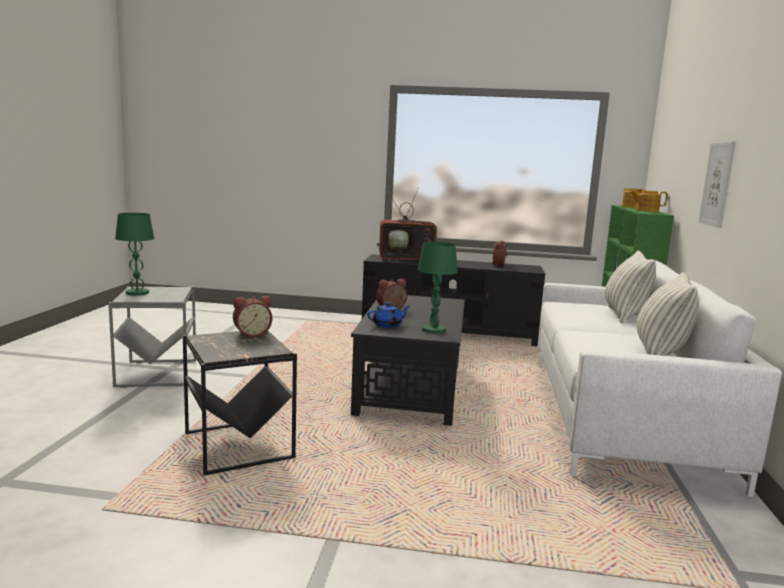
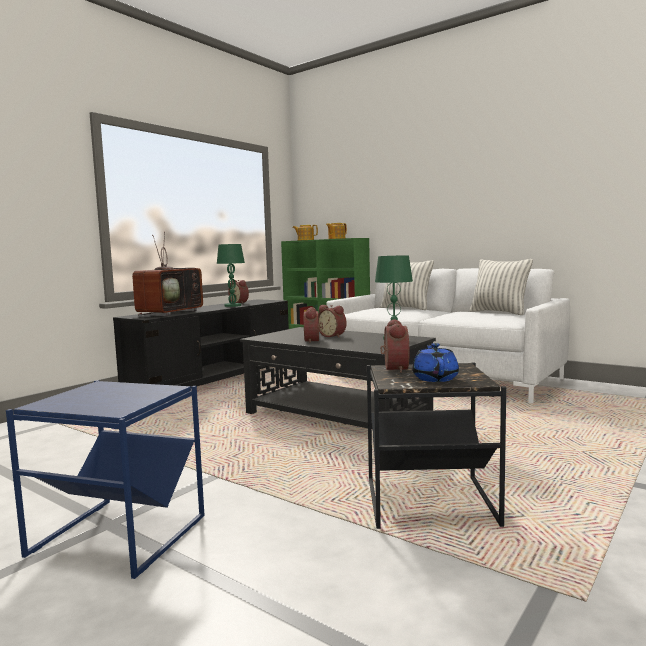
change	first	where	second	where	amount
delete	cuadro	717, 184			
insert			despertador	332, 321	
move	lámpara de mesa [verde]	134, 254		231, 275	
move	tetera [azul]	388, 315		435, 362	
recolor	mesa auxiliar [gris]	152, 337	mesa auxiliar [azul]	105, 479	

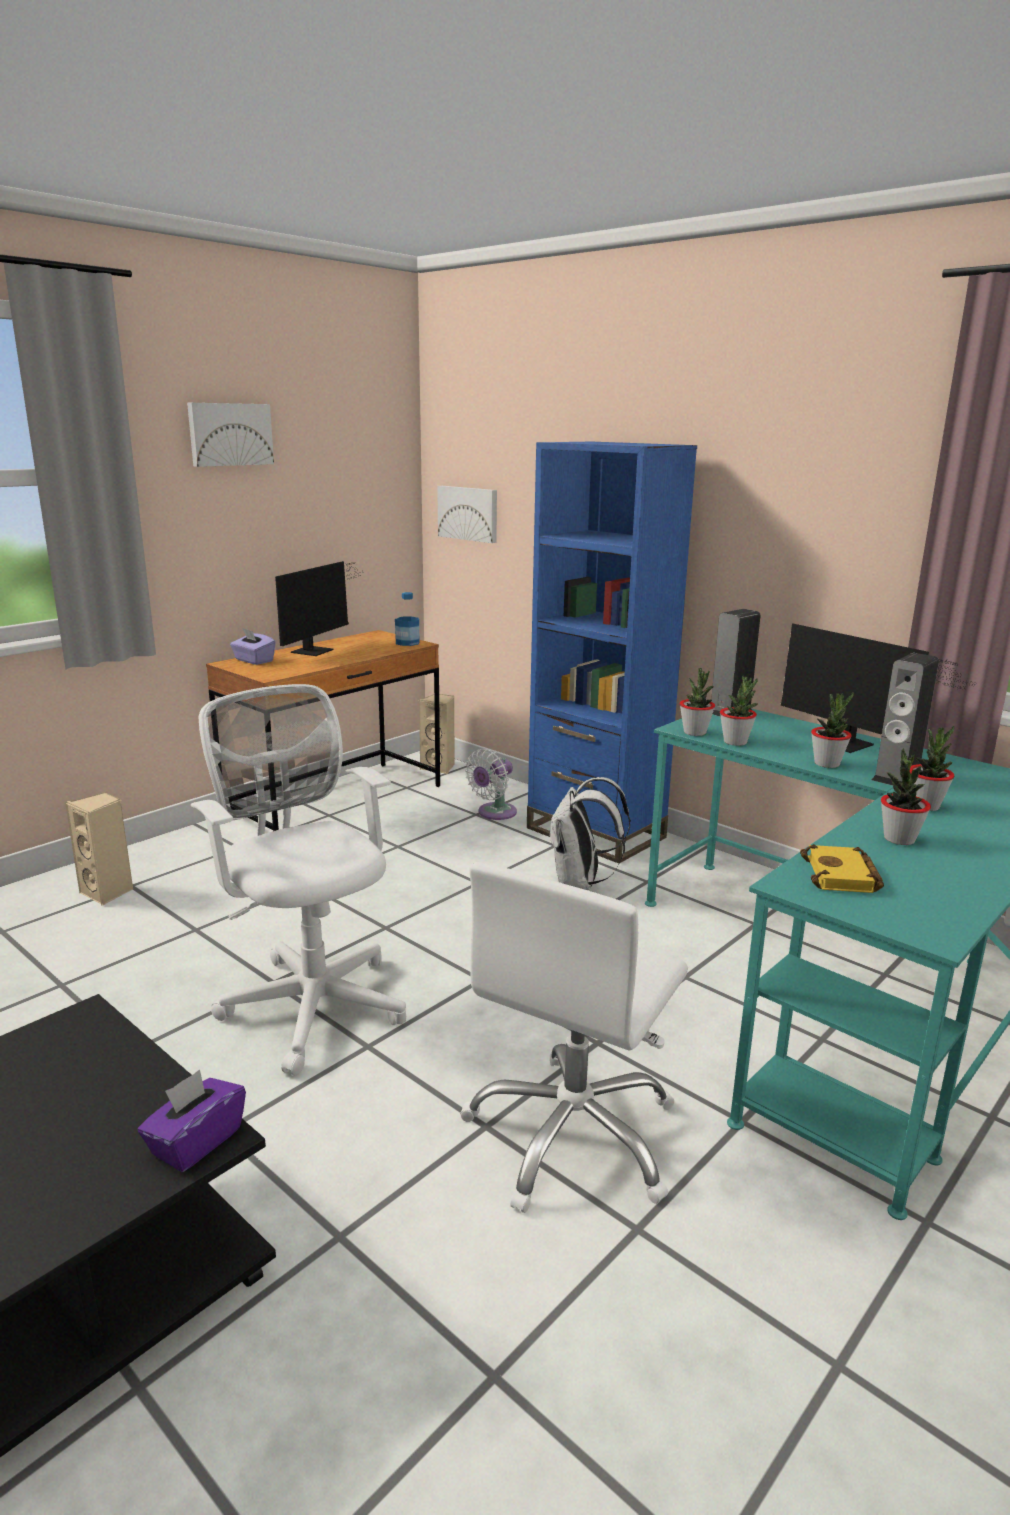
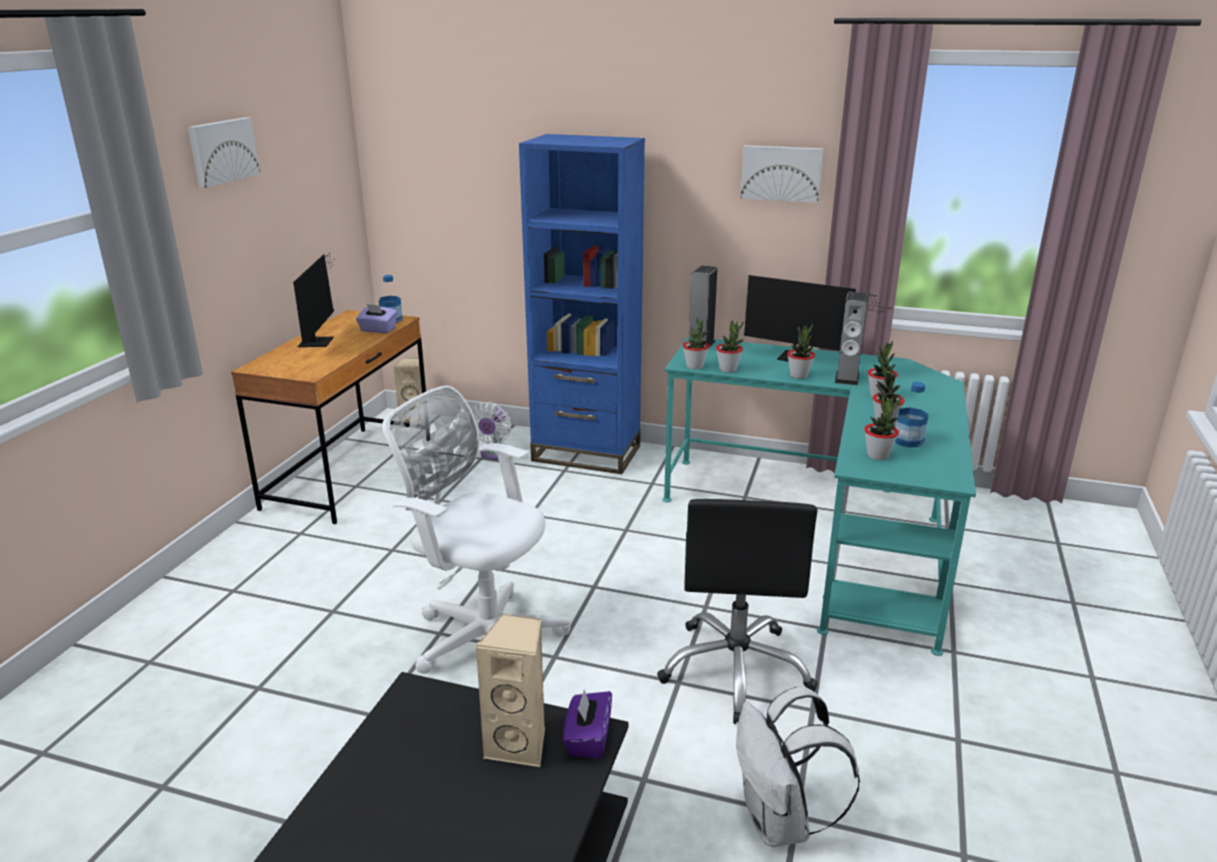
change	first	where	second	where	amount
insert			botella	911, 414	
move	altavoz [beis]	99, 849		509, 690	
move	caja de pañuelos [morado]	253, 646		376, 318	
move	cuadro	467, 514		782, 174	
move	mochila [blanco]	590, 833		798, 767	
replace	libro [amarillo]	842, 868	planta en maceta	883, 428	
recolor	silla de oficina [blanco]	574, 1037	silla de oficina [negro]	737, 611	

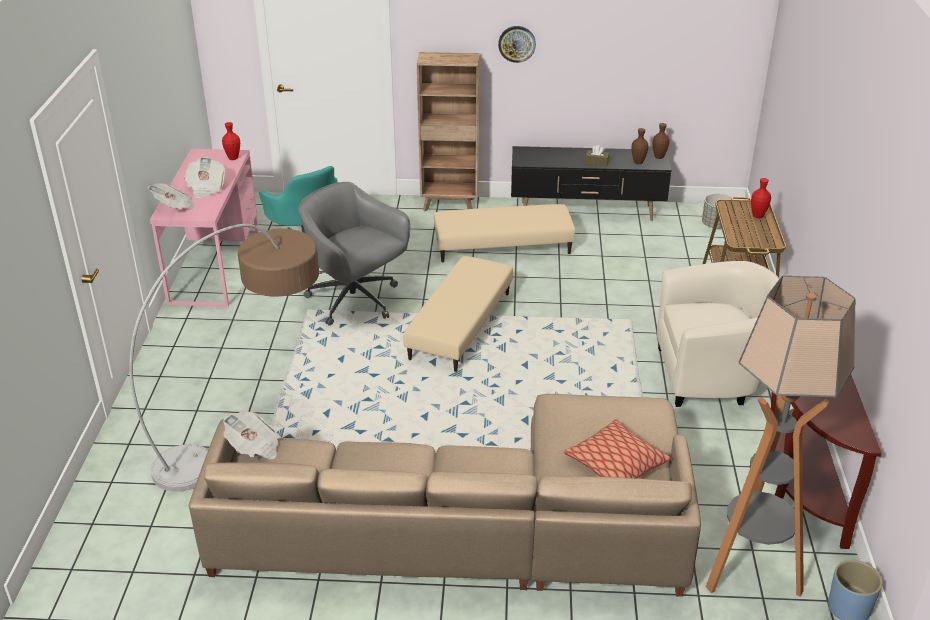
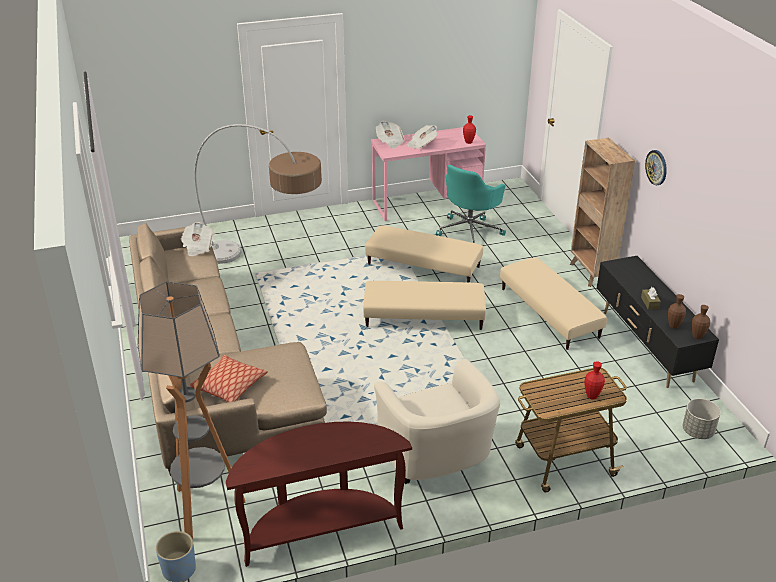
change	first	where	second	where	amount
replace	silla de oficina [gris]	354, 254	puf [beis]	424, 254	

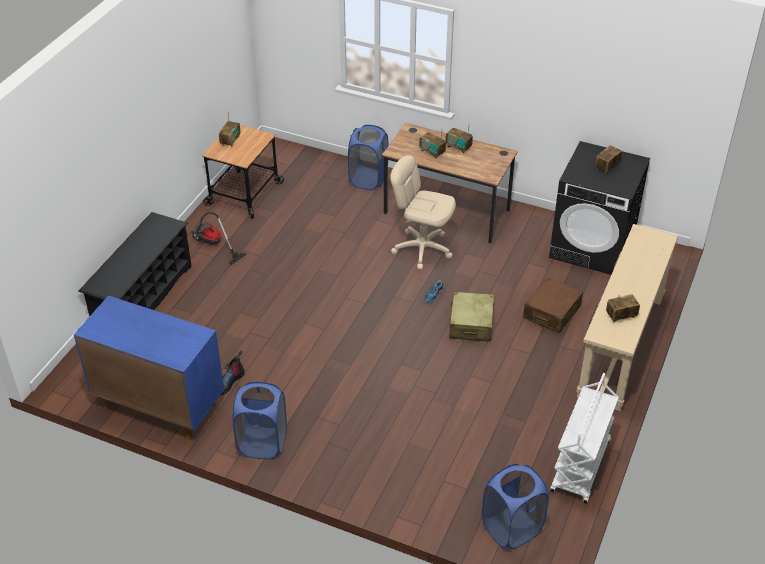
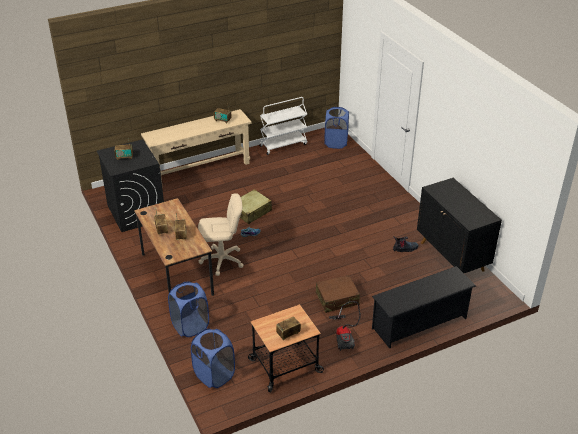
change	first	where	second	where	amount
move	cesto de la ropa [azul]	260, 420		213, 358	
move	maleta [marrón]	553, 305		338, 294	
recolor	armario [azul]	149, 367	armario [negro]	459, 225	
rotate	silla de oficina [beis]	423, 212		221, 234	75 degrees counterclockwise

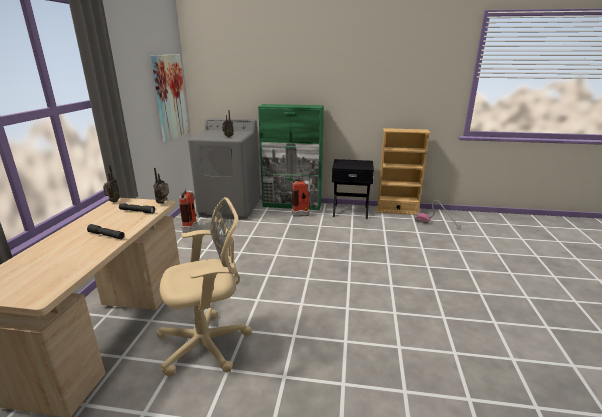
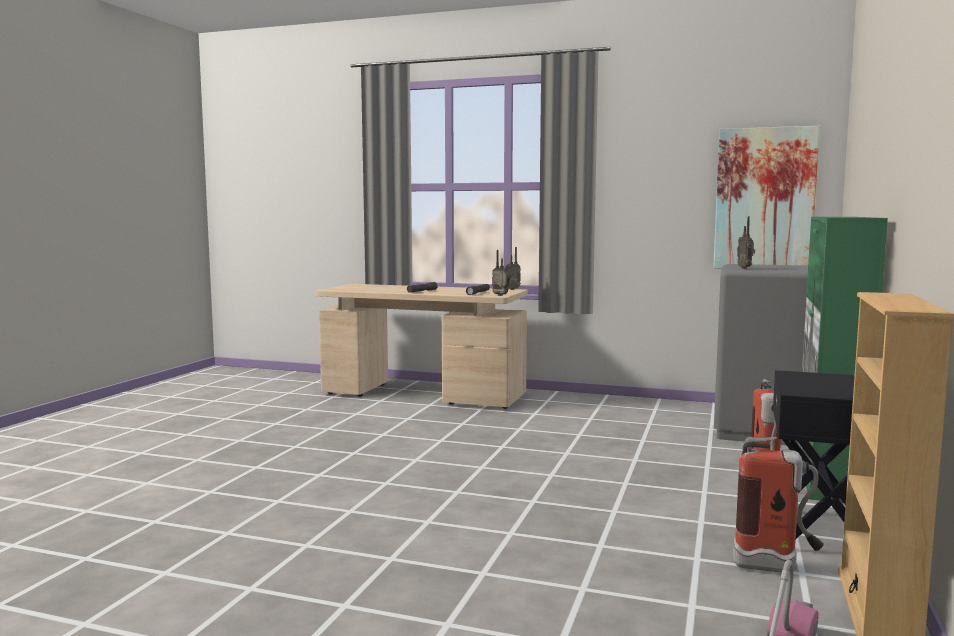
change	first	where	second	where	amount
delete	silla de oficina [beis]	204, 287			
move	extintor	188, 210		778, 505	

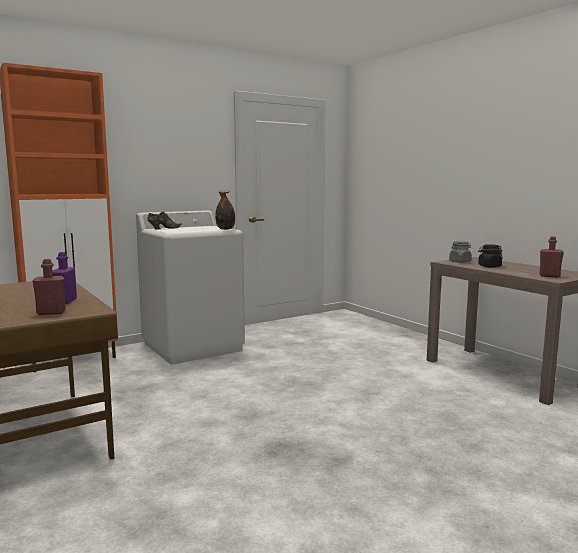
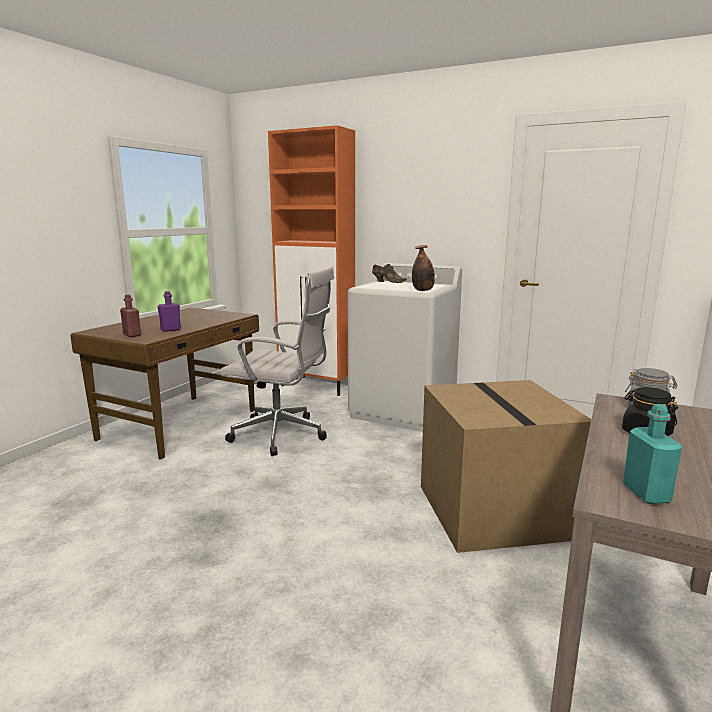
change	first	where	second	where	amount
insert			silla de oficina [blanco]	276, 361	
insert			caja de cartón	506, 466	
recolor	botella [rojo]	551, 257	botella [turquesa]	652, 454	

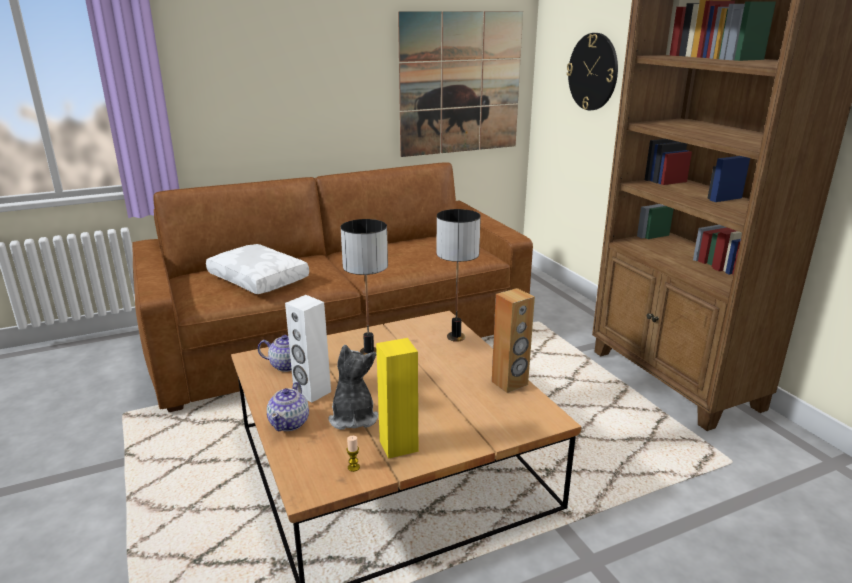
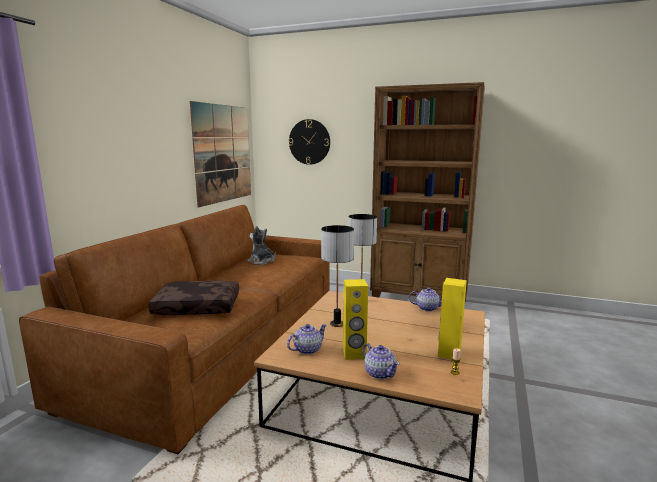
change	first	where	second	where	amount
move	peluche	353, 387		261, 245	
replace	altavoz [marrón]	513, 340	tetera	425, 299	
recolor	cojín [blanco]	257, 269	cojín [marrón]	193, 298	
recolor	altavoz [blanco]	308, 349	altavoz [amarillo]	355, 319	

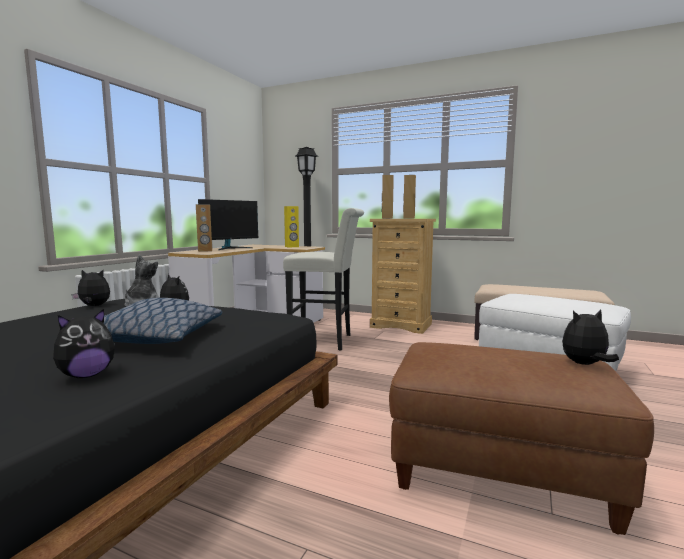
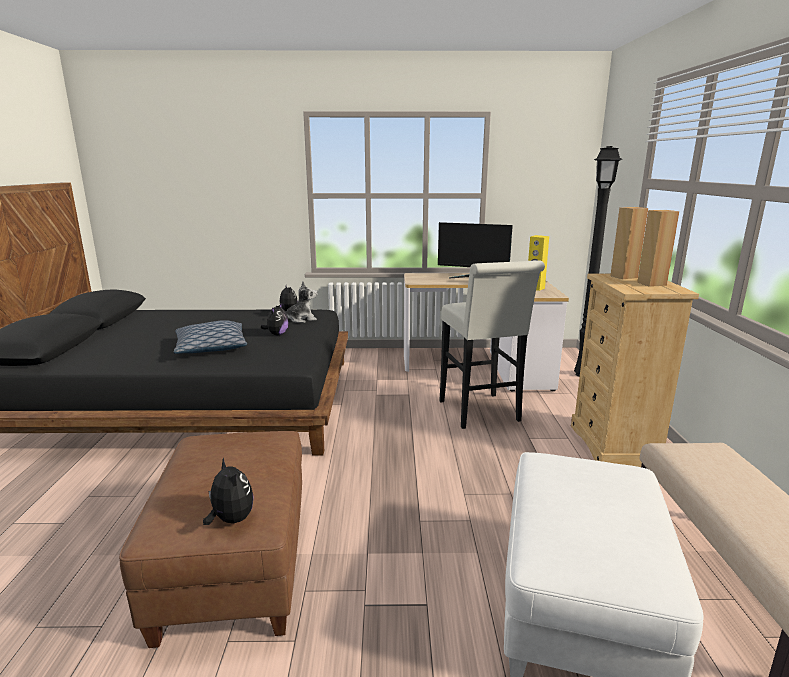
change	first	where	second	where	amount
delete	peluche	84, 343			
delete	altavoz [marrón]	204, 228			

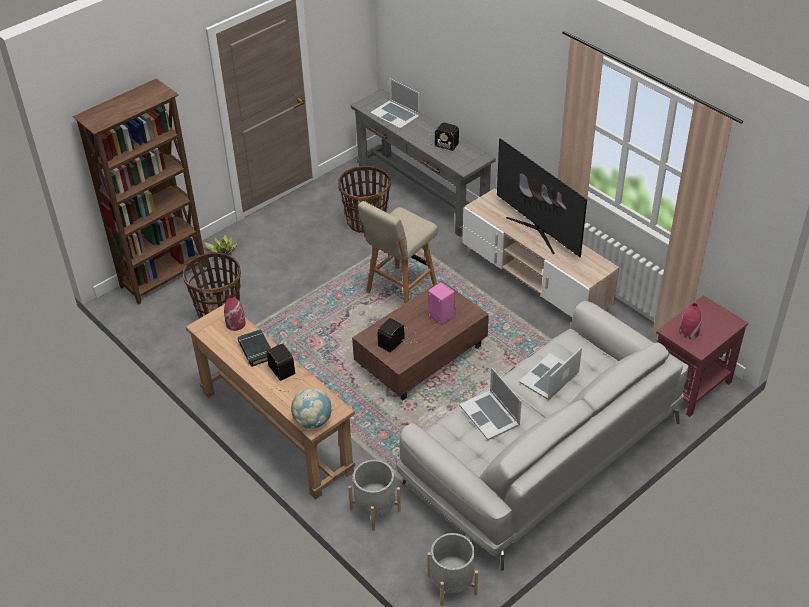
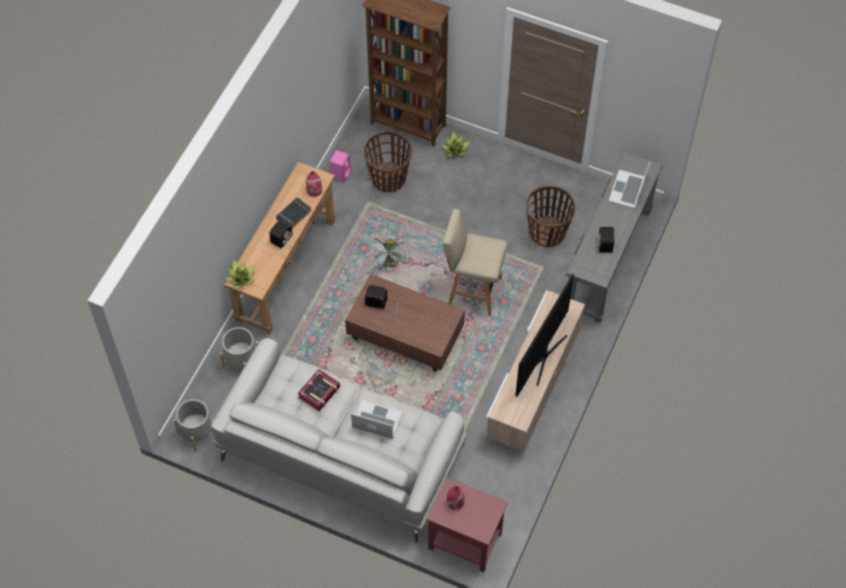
change	first	where	second	where	amount
insert			ventilador [blanco]	389, 252	
move	altavoz [rosa]	442, 303		340, 166	
replace	globo terráqueo	311, 408	planta en maceta	239, 274	
replace	portátil	490, 403	libro	319, 390	

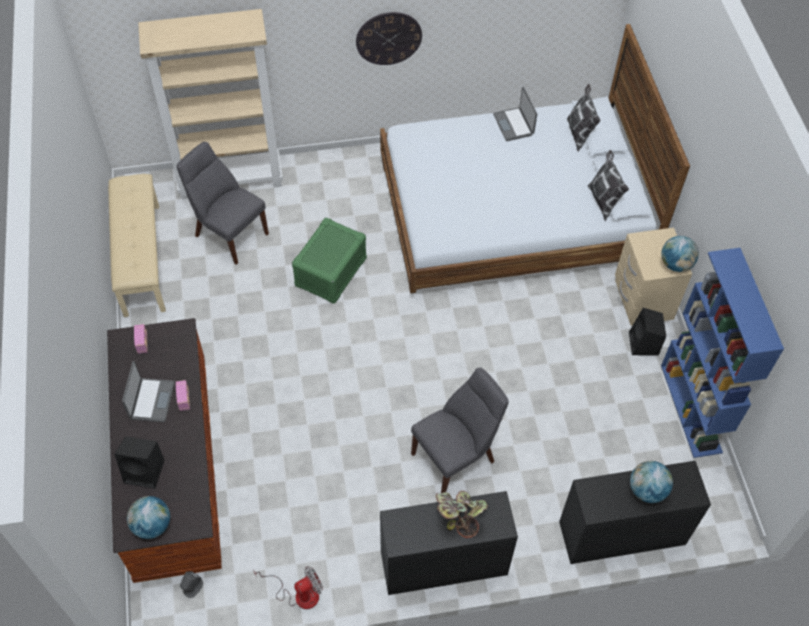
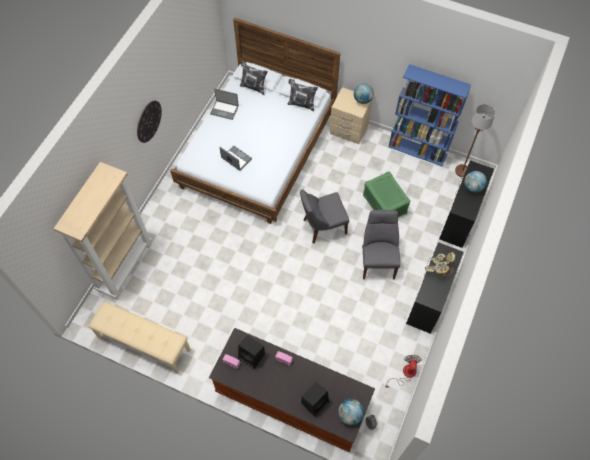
change	first	where	second	where	amount
insert			lámpara de pie [marrón]	475, 140	
move	portátil	148, 391		235, 158	
move	silla [gris]	223, 203		324, 216	
move	caja de almacenaje [verde]	329, 261		386, 194	
move	altavoz [negro]	647, 332		251, 352	

